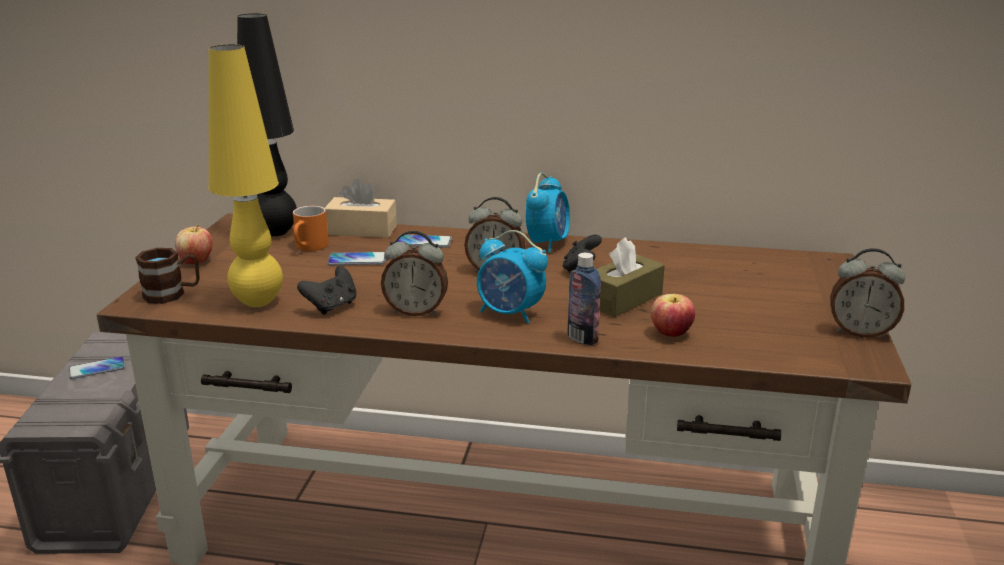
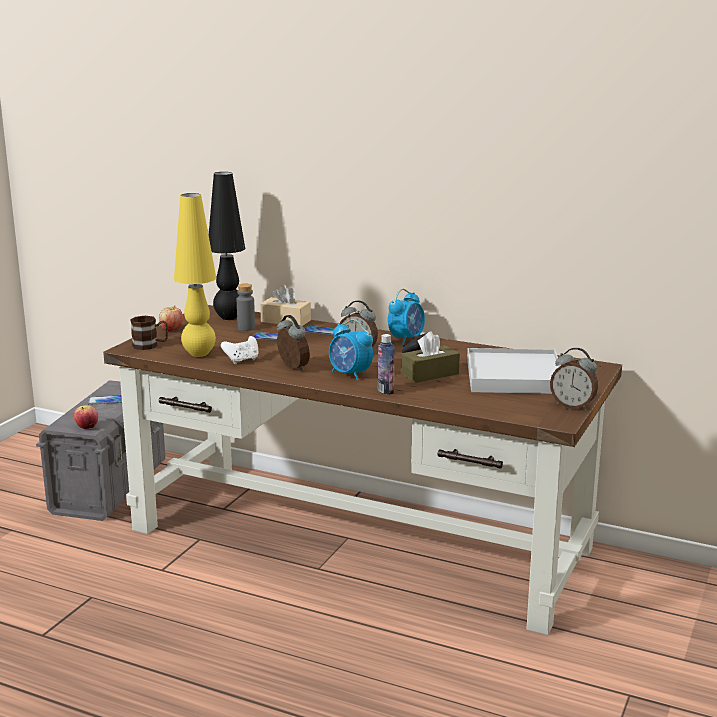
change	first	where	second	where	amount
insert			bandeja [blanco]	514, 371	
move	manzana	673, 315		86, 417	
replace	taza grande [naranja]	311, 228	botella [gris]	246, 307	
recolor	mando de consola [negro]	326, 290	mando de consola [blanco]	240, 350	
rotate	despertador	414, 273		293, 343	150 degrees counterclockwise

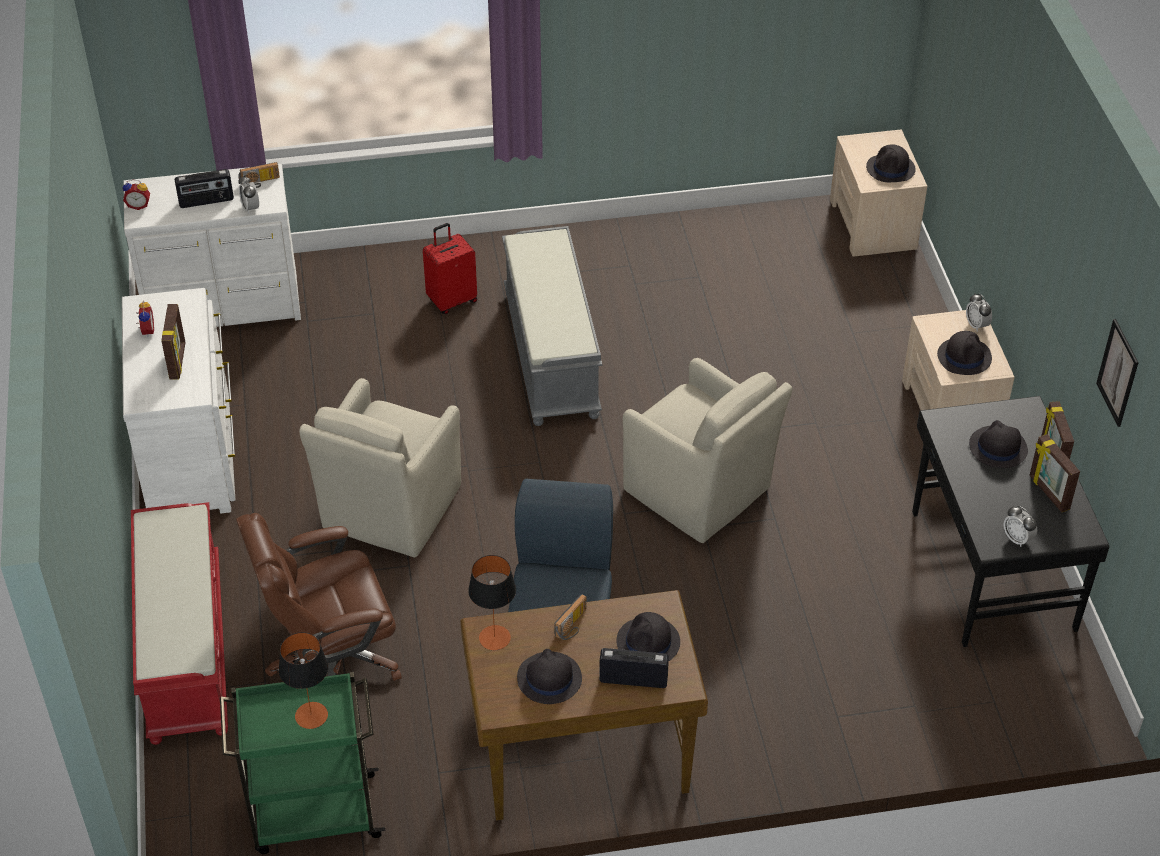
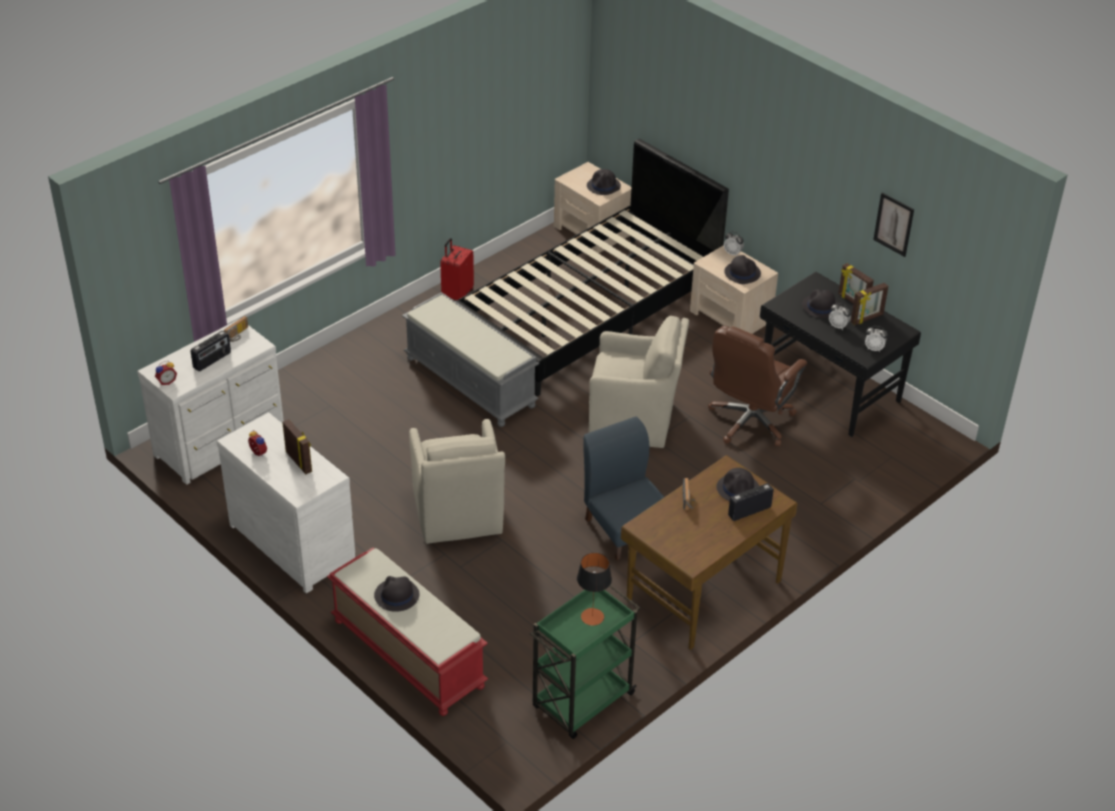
change	first	where	second	where	amount
delete	lámpara de mesa	492, 602			
insert			cama [negro]	592, 267	
move	silla de oficina [marrón]	319, 597		757, 386	
move	despertador	248, 195		840, 316	
move	maleta [rojo]	450, 268		457, 269	
move	sombrero [negro]	549, 676		396, 594	
rotate	portarretratos	1055, 473		869, 304	60 degrees counterclockwise

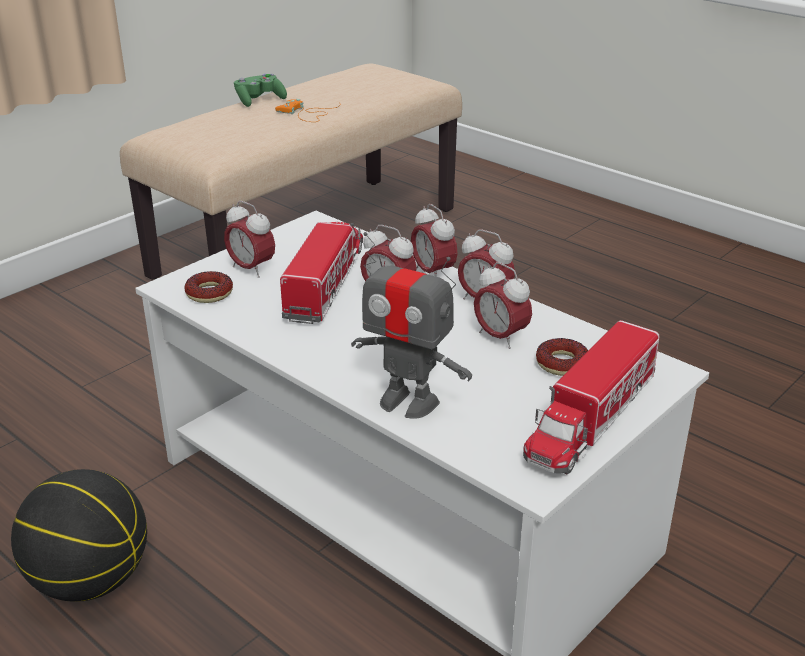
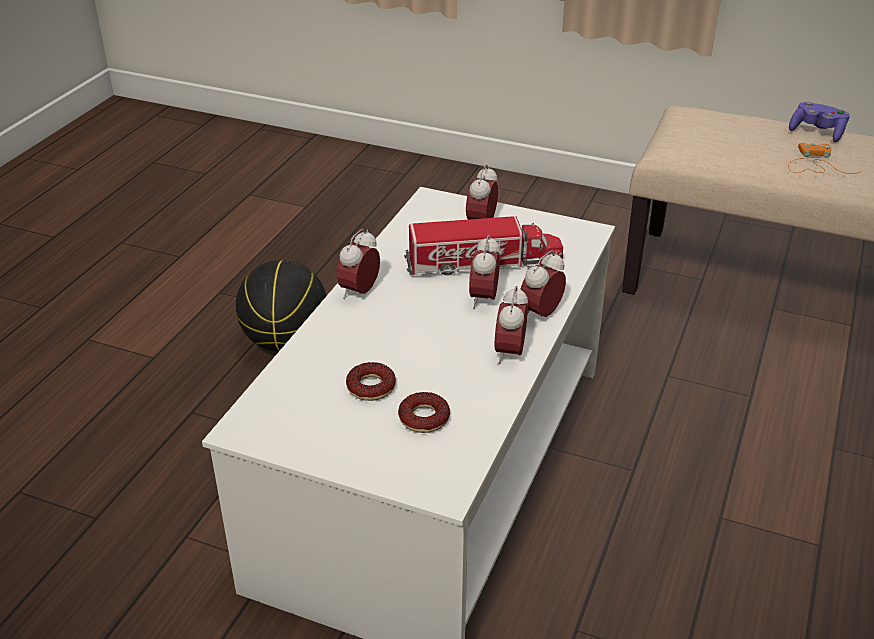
change	first	where	second	where	amount
delete	robot de juguete	411, 325			
delete	camión de juguete	591, 397			
move	rosquilla	208, 287		371, 381	
move	despertador	503, 305		358, 264	
recolor	mando de consola [verde]	260, 90	mando de consola [morado]	819, 121	

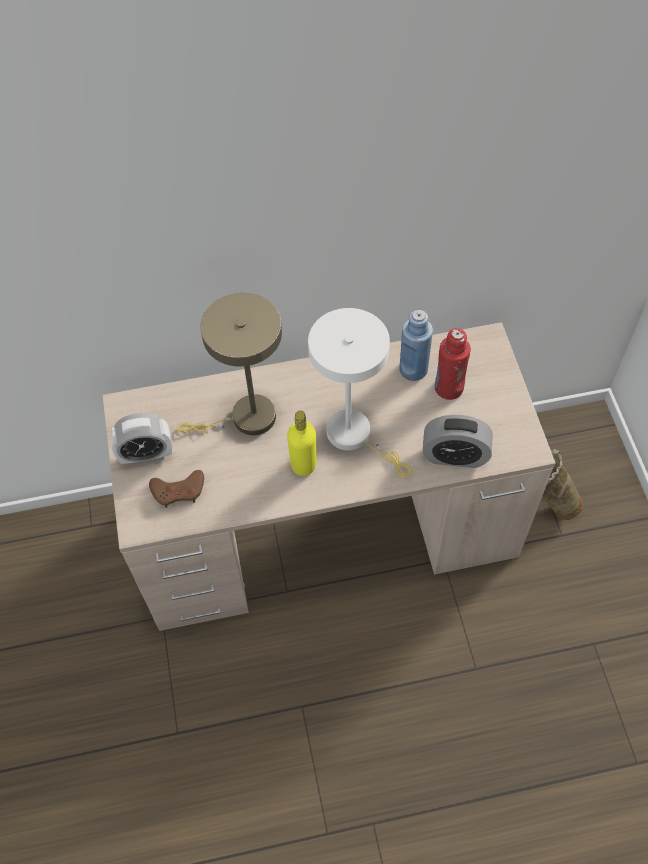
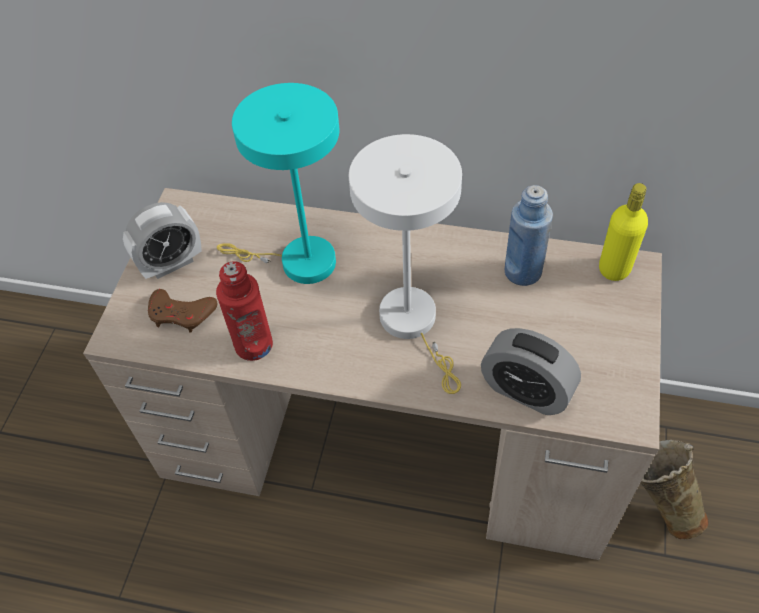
change	first	where	second	where	amount
move	botella [amarillo]	302, 443		623, 232	
move	botella [rojo]	453, 364		244, 311	
recolor	lámpara de mesa [beis]	229, 364	lámpara de mesa [turquesa]	278, 183	
rotate	despertador	141, 439		162, 240	45 degrees counterclockwise

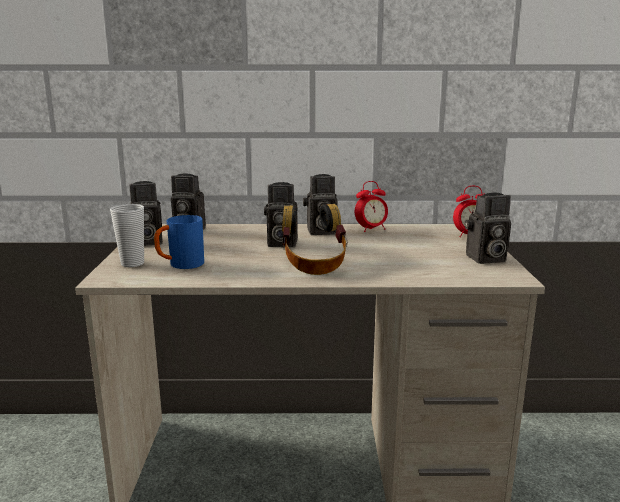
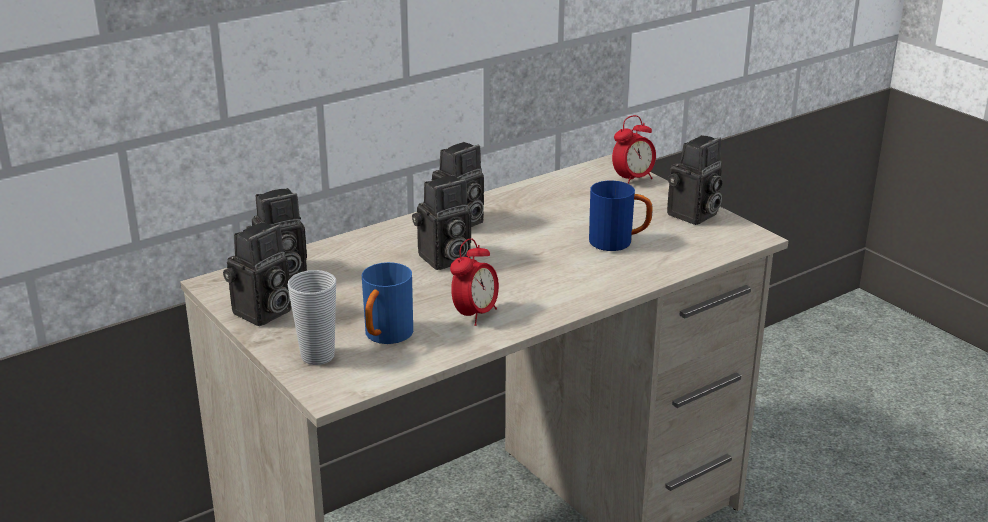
change	first	where	second	where	amount
delete	auriculares	315, 239			
insert			taza grande [azul]	621, 216	
move	despertador	371, 206		474, 282	

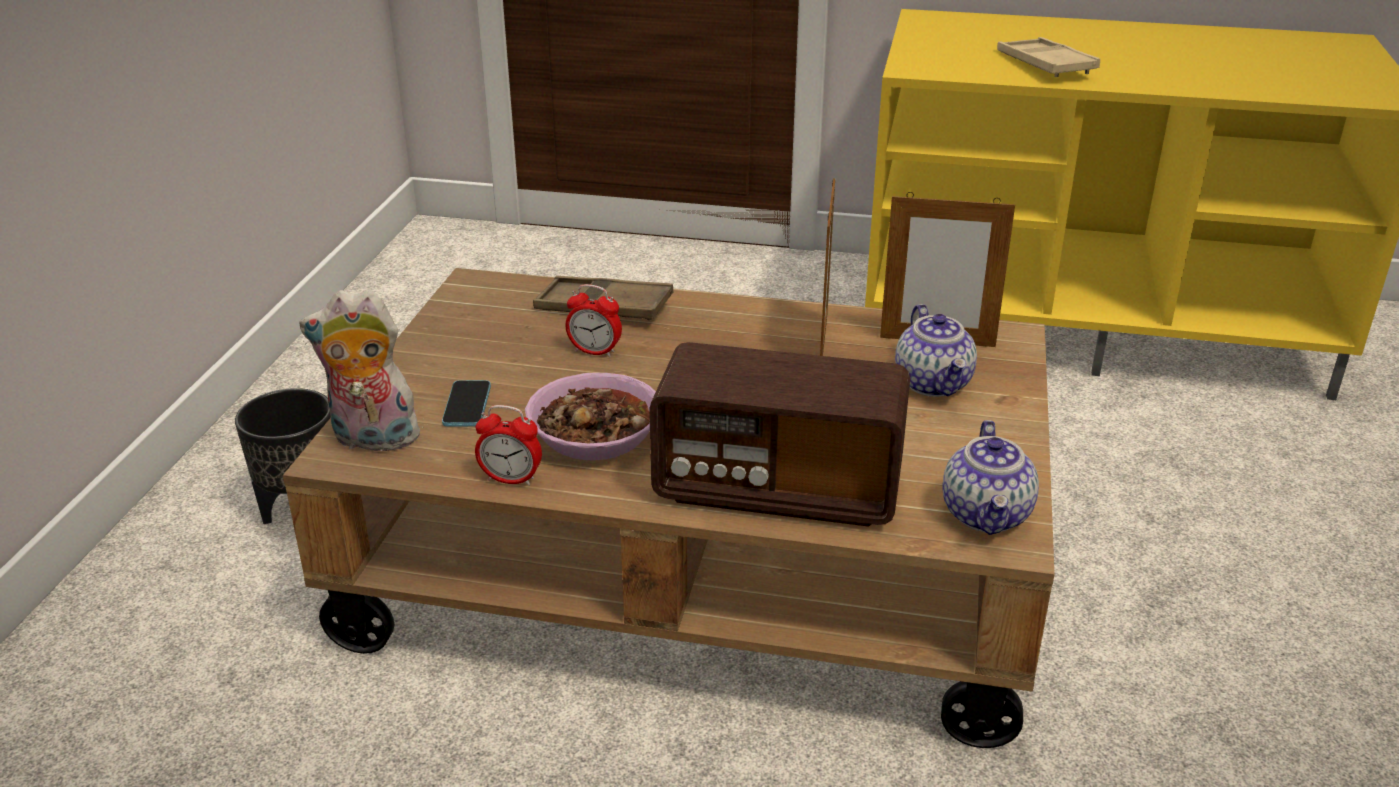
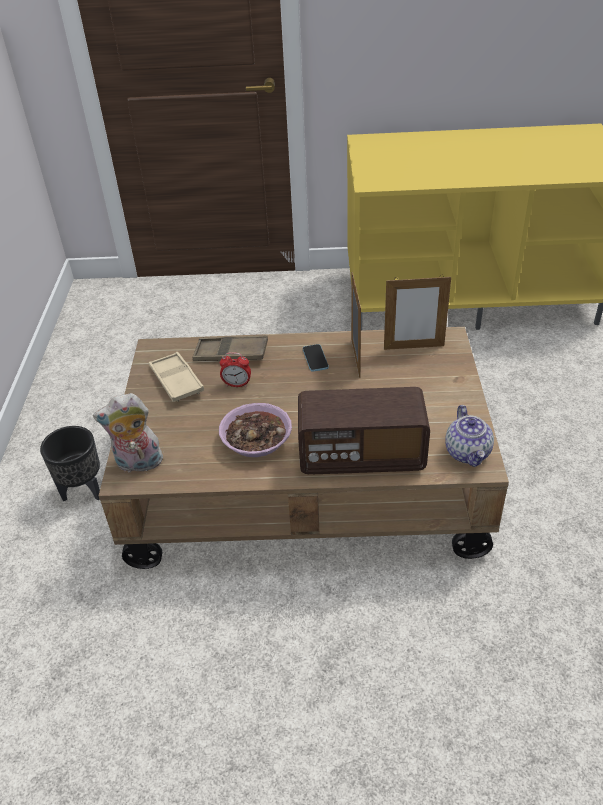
change	first	where	second	where	amount
delete	despertador	508, 445			
delete	tetera	936, 350			
move	móvil	466, 403		316, 358	
move	bandeja [beis]	1048, 57		176, 377	

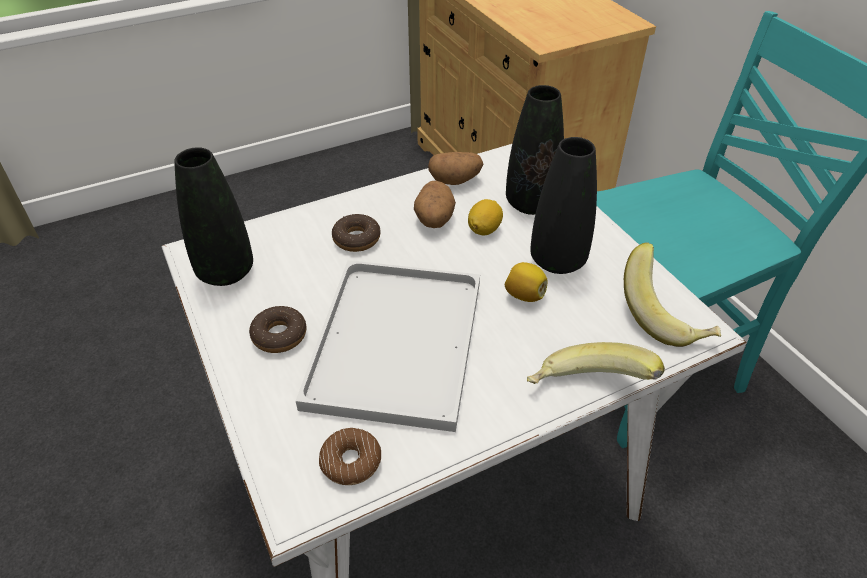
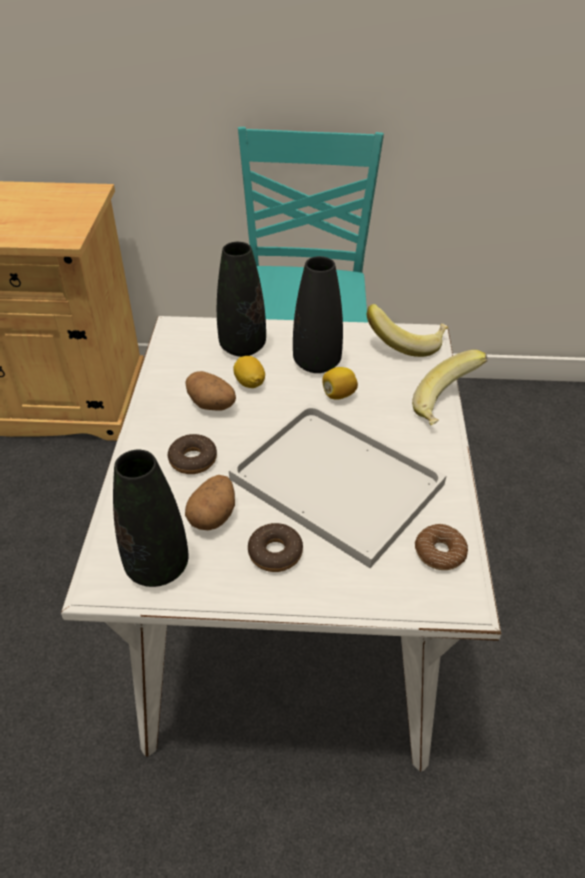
change	first	where	second	where	amount
move	patata	455, 168		210, 502	

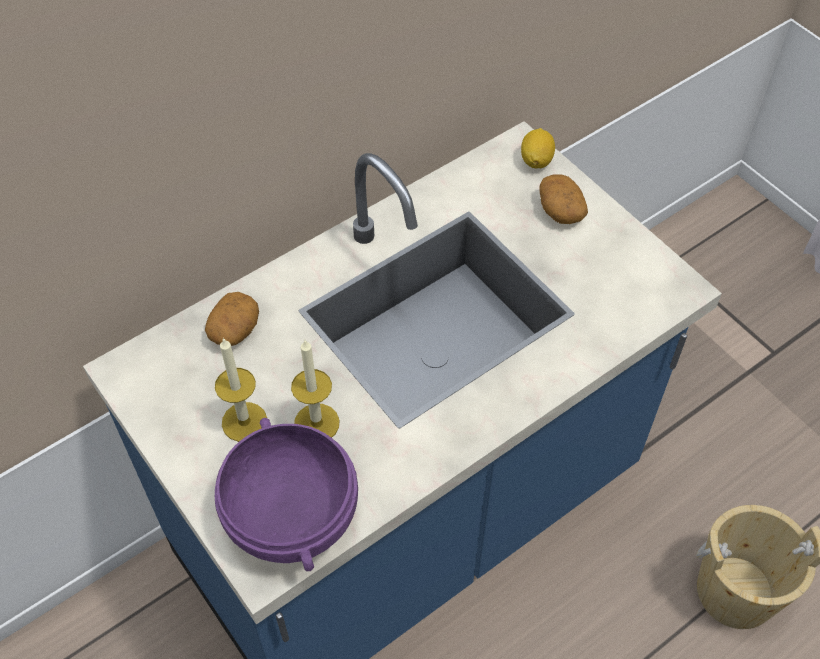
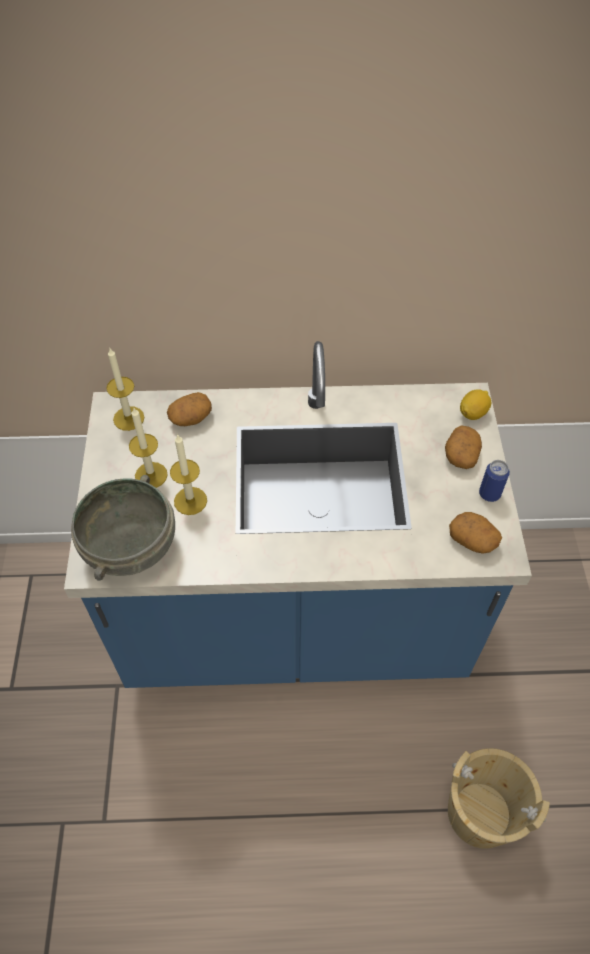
change	first	where	second	where	amount
insert			vela	125, 389	
insert			patata	475, 533	
insert			lata	494, 481	
recolor	cuenco [morado]	286, 494	cuenco [gris]	123, 528	

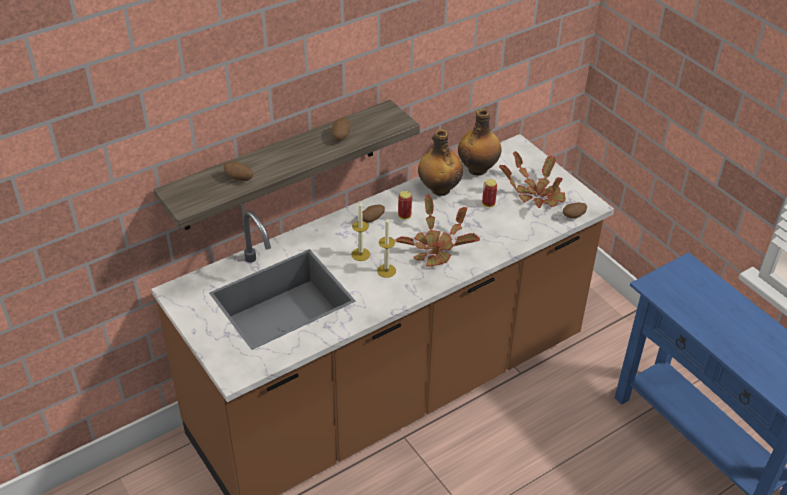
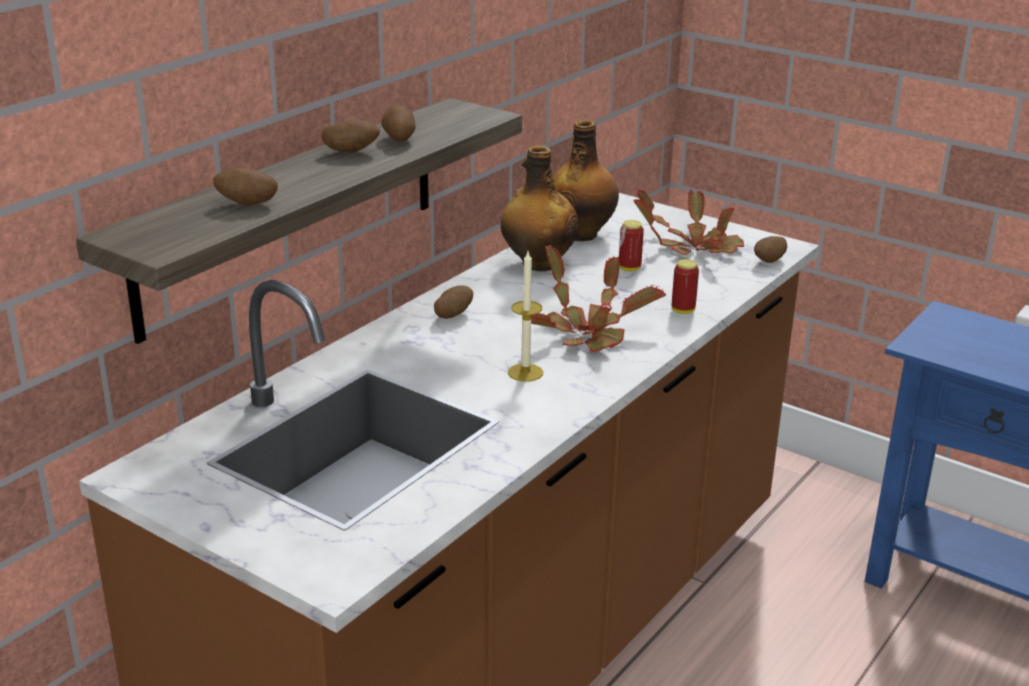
change	first	where	second	where	amount
delete	vela	361, 231			
insert			patata	351, 135	
move	lata	405, 205		685, 286	

